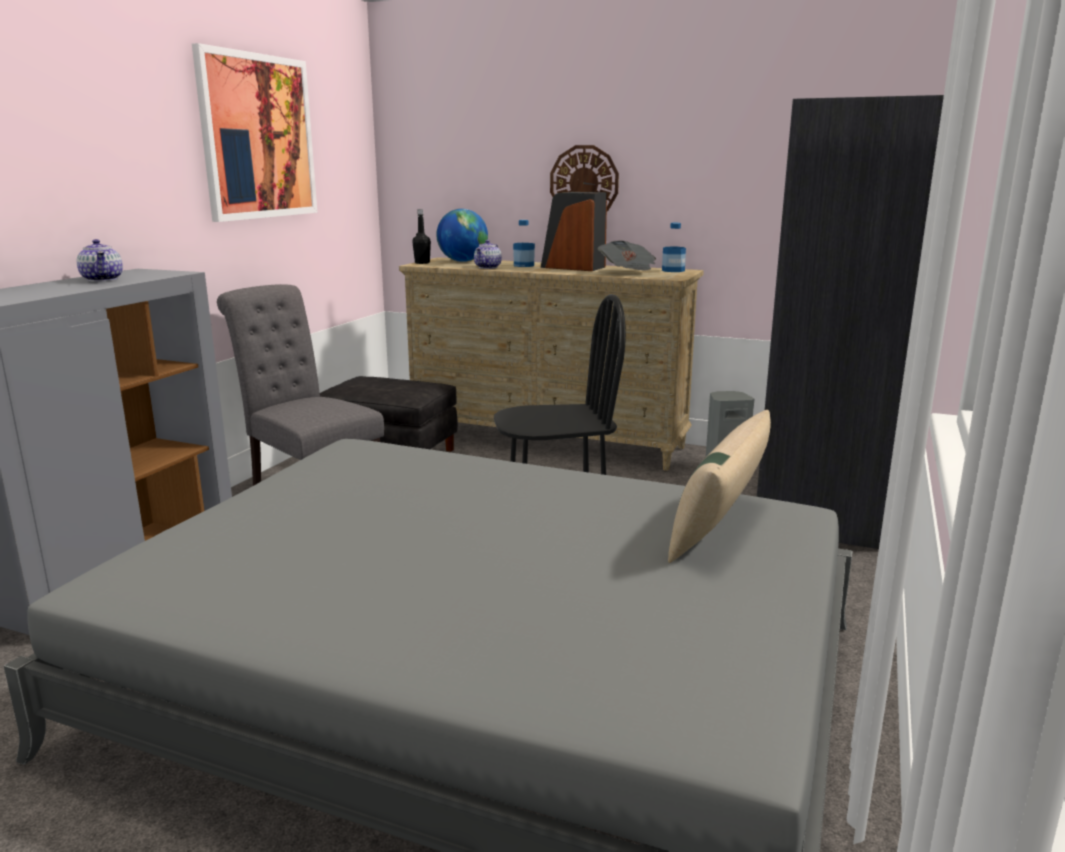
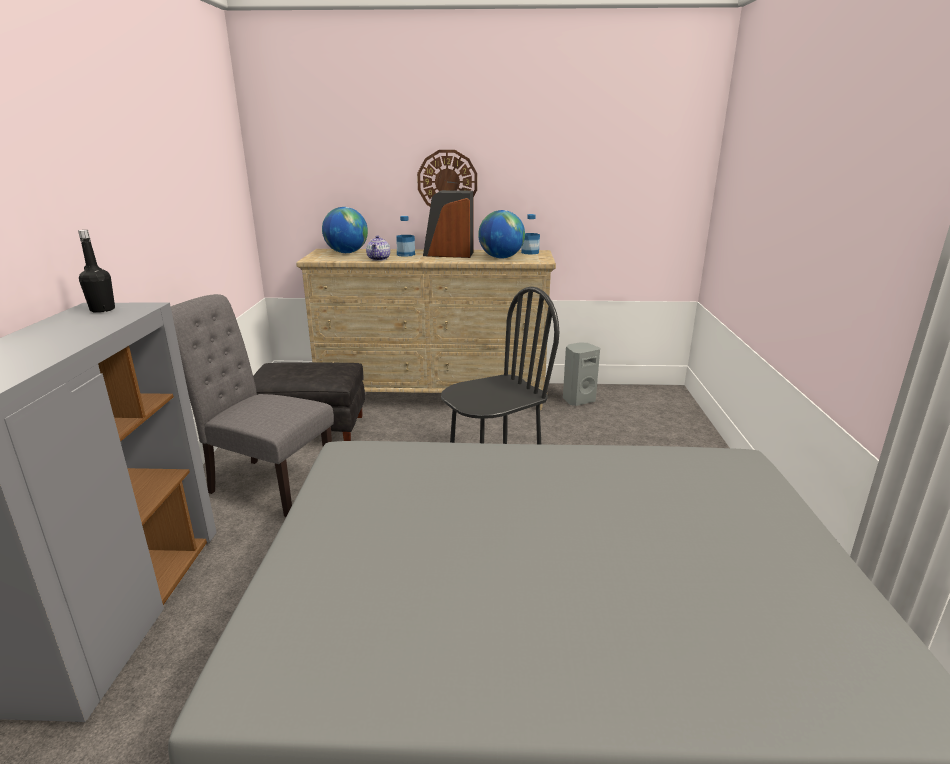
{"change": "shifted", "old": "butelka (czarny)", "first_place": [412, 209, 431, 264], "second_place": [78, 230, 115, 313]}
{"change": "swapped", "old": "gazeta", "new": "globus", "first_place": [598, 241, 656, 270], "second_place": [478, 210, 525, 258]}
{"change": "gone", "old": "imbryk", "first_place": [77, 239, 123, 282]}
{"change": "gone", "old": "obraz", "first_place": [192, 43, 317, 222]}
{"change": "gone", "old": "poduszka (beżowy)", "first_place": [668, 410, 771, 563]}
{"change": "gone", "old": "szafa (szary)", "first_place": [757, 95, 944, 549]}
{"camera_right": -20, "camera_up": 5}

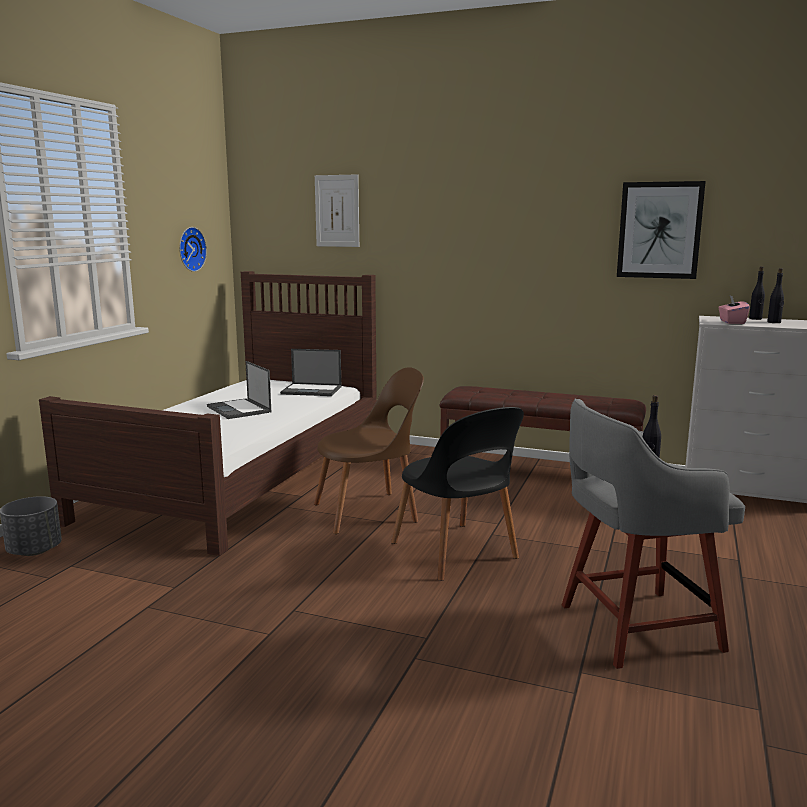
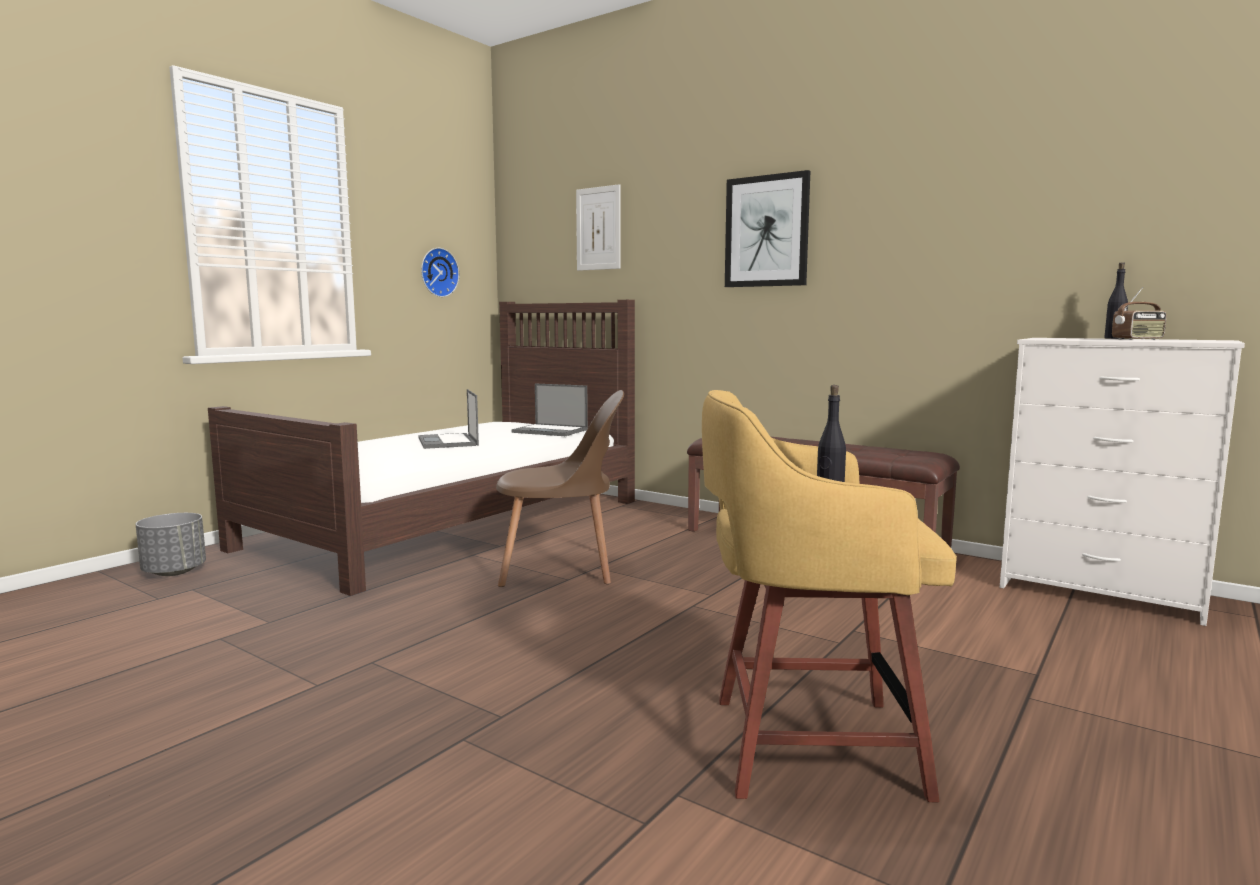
{"change": "repainted", "old": "stołek (szary)", "new": "stołek (żółty)", "first_place": [562, 398, 745, 669], "second_place": [702, 390, 957, 802]}
{"change": "shifted", "old": "obraz", "first_place": [617, 181, 706, 279], "second_place": [725, 170, 810, 287]}
{"change": "swapped", "old": "butelka (czarny)", "new": "radio", "first_place": [767, 268, 784, 323], "second_place": [1112, 287, 1167, 340]}
{"change": "gone", "old": "krzesło (czarny)", "first_place": [391, 407, 524, 581]}
{"change": "gone", "old": "pudełko chusteczek (różowy)", "first_place": [718, 296, 750, 324]}
{"camera_right": 15, "camera_up": -5}

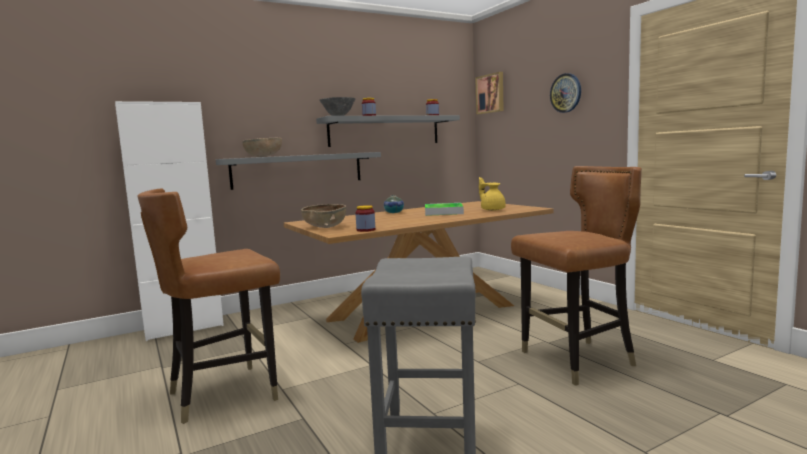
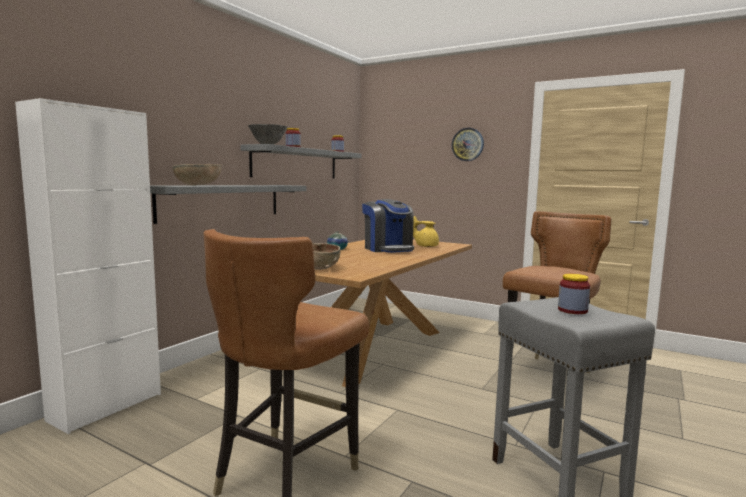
{"change": "swapped", "old": "taca", "new": "ekspres do kawy", "first_place": [425, 203, 464, 216], "second_place": [362, 199, 414, 253]}
{"change": "shifted", "old": "słoik", "first_place": [355, 205, 375, 232], "second_place": [558, 274, 590, 314]}
{"change": "gone", "old": "obraz", "first_place": [475, 72, 504, 114]}
{"camera_right": -30, "camera_up": 0}

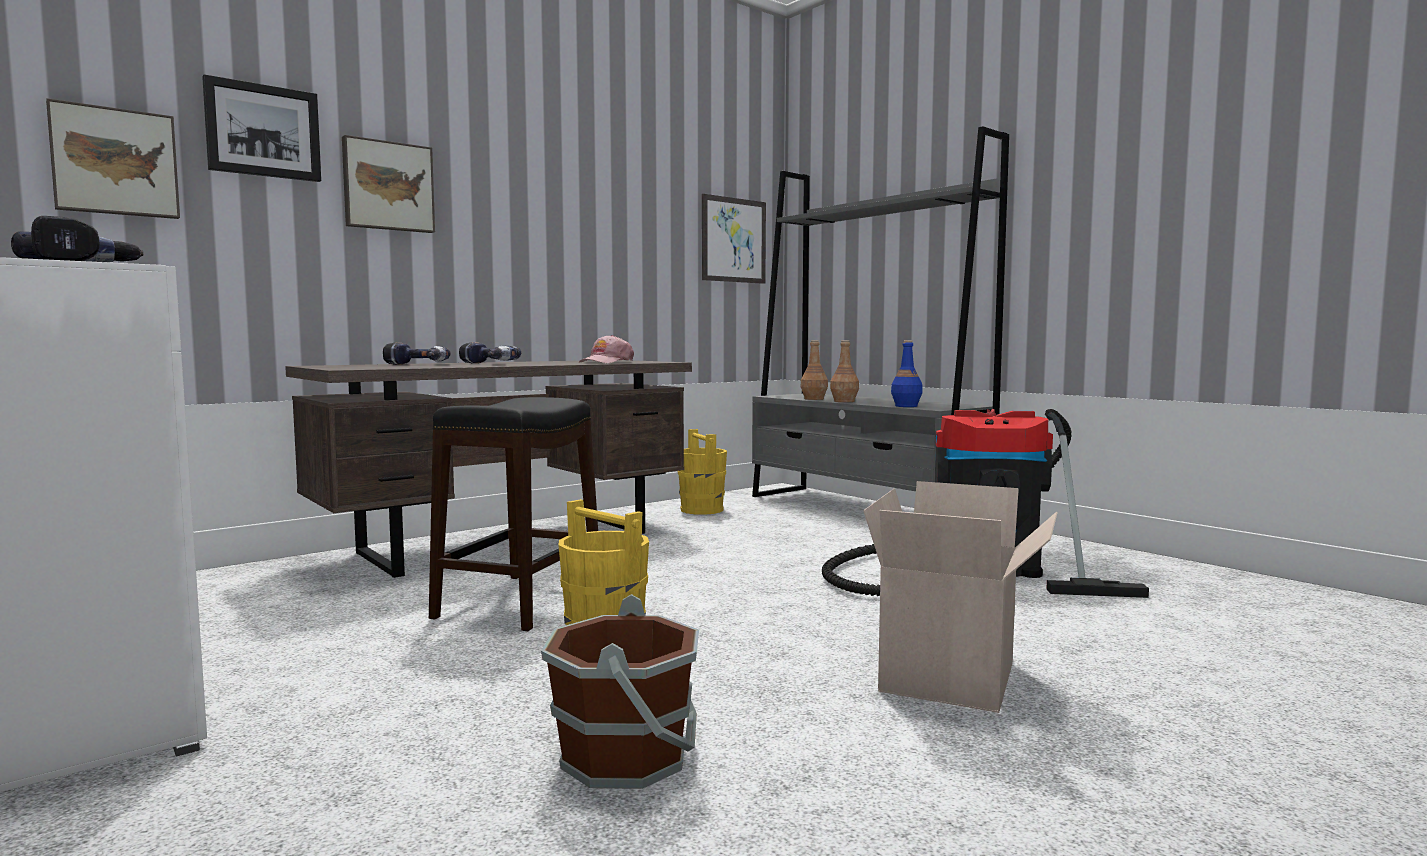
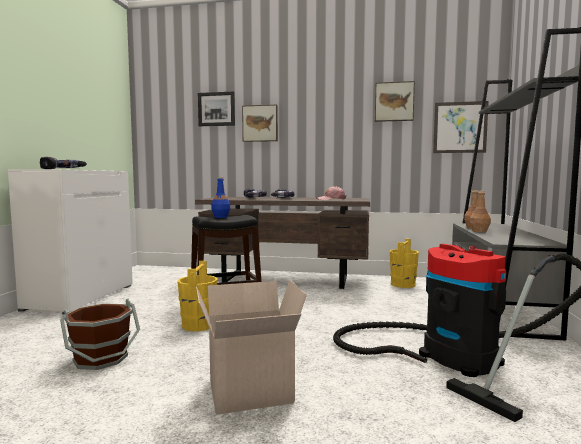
{"change": "shifted", "old": "butelka (niebieski)", "first_place": [891, 340, 923, 407], "second_place": [211, 177, 230, 218]}
{"change": "shifted", "old": "obraz", "first_place": [46, 98, 180, 219], "second_place": [375, 81, 415, 122]}
{"camera_right": 50, "camera_up": 0}

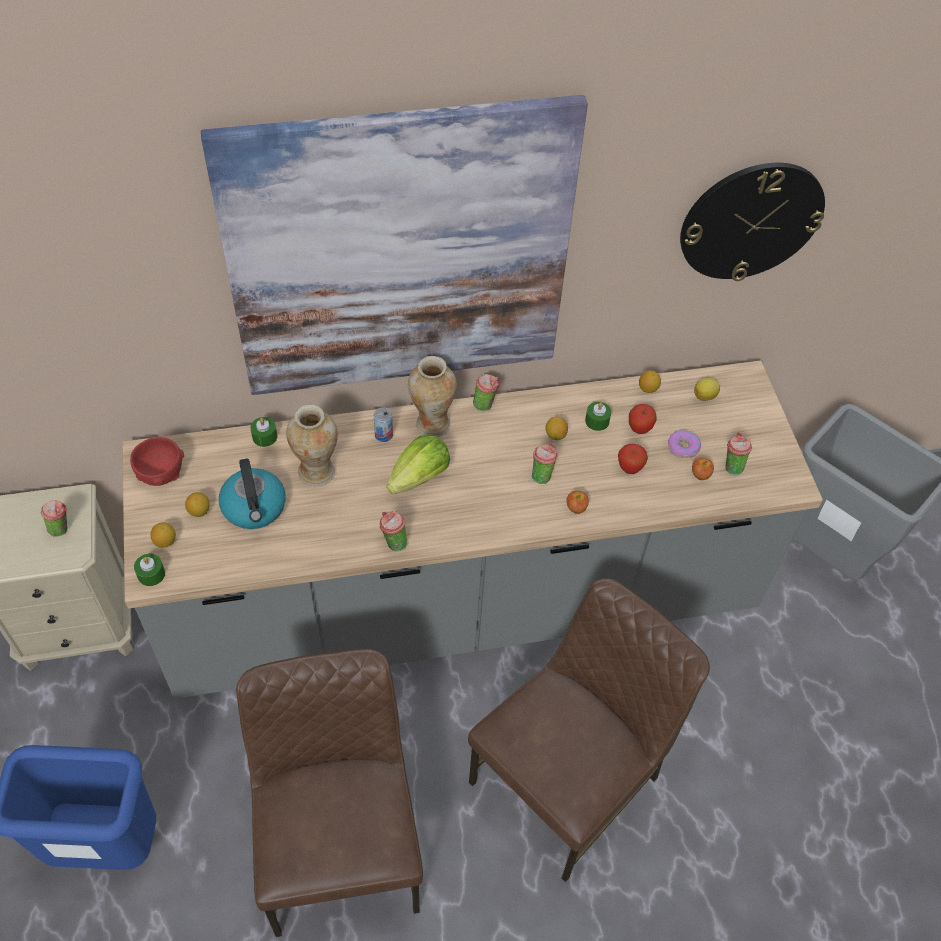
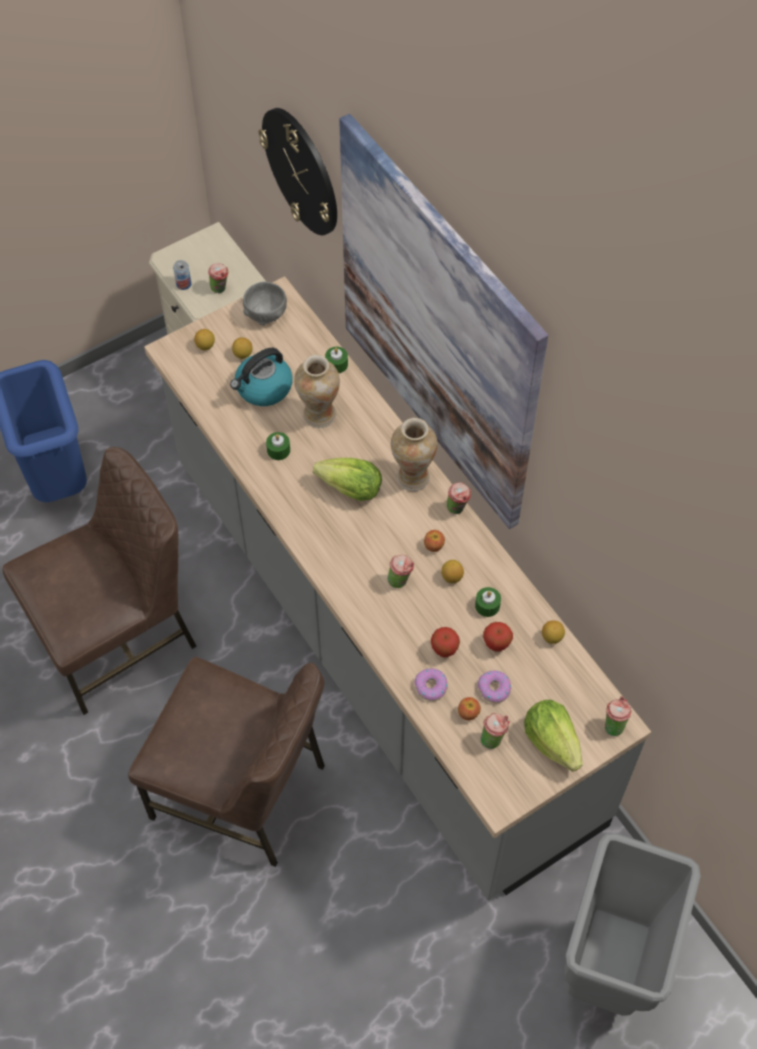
{"change": "shifted", "old": "puszka", "first_place": [374, 407, 393, 442], "second_place": [173, 260, 191, 290]}
{"change": "repainted", "old": "miska (czerwony)", "new": "miska (szary)", "first_place": [130, 437, 184, 486], "second_place": [243, 282, 287, 325]}
{"change": "shifted", "old": "zegar ścienny", "first_place": [680, 163, 825, 281], "second_place": [259, 108, 337, 235]}
{"change": "shifted", "old": "świeca (zielony)", "first_place": [134, 554, 165, 586], "second_place": [266, 432, 290, 460]}
{"change": "new", "new": "donut", "second_place": [414, 669, 448, 701]}
{"change": "shifted", "old": "jabłko", "first_place": [566, 491, 589, 514], "second_place": [424, 530, 445, 552]}
{"change": "new", "new": "sałata", "second_place": [524, 700, 583, 772]}
{"change": "shifted", "old": "filiżanka", "first_place": [380, 511, 407, 551], "second_place": [605, 696, 631, 737]}
{"change": "gone", "old": "cytryna", "first_place": [694, 378, 720, 401]}
{"camera_right": 70, "camera_up": 5}

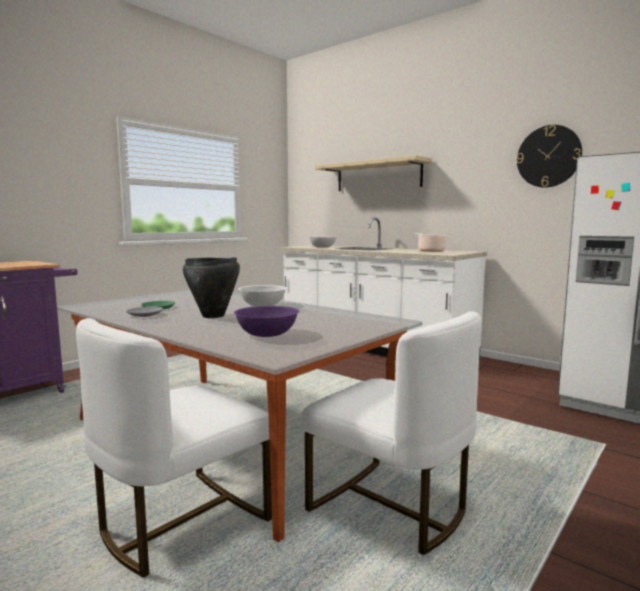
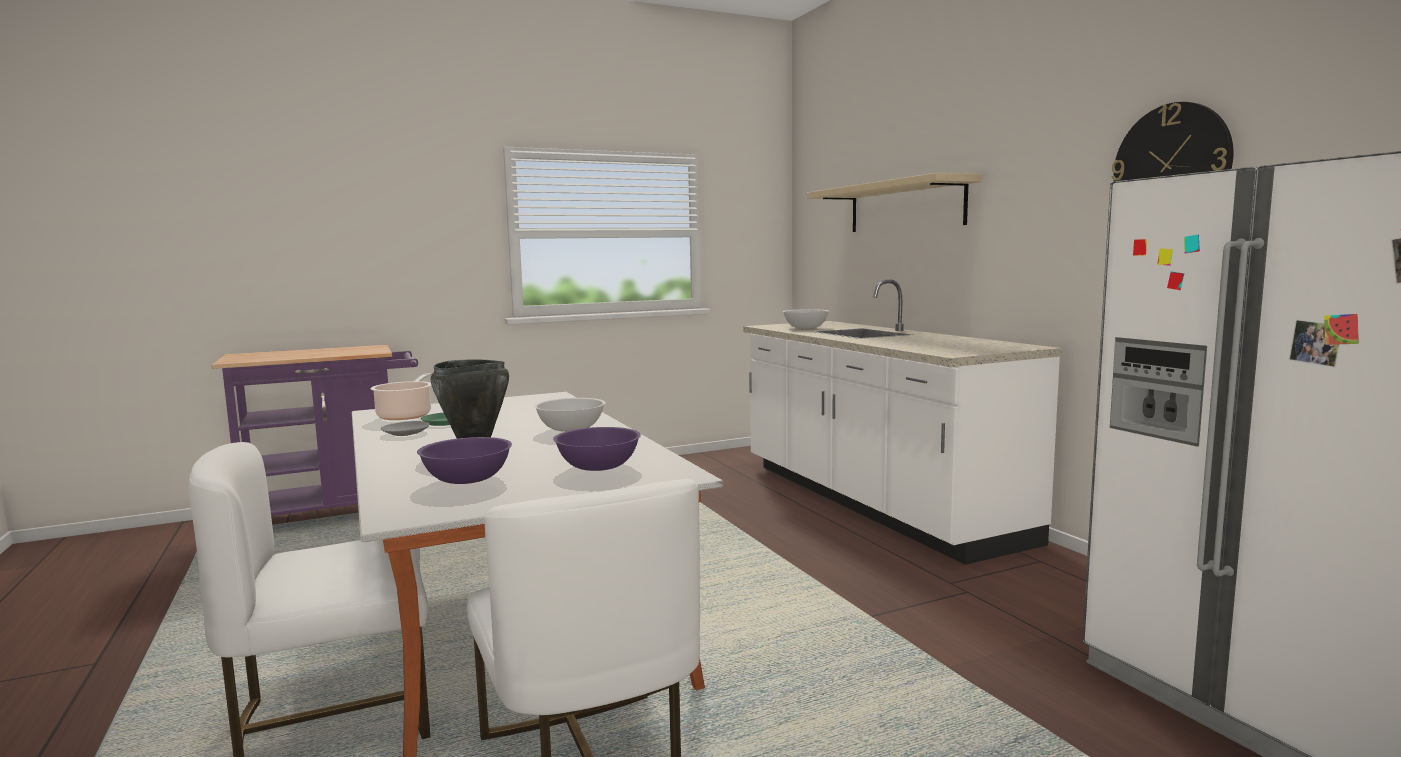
{"change": "shifted", "old": "garnek", "first_place": [414, 233, 448, 252], "second_place": [371, 373, 432, 420]}
{"change": "new", "new": "miska (fioletowy)", "second_place": [553, 427, 641, 471]}
{"camera_right": 25, "camera_up": 0}

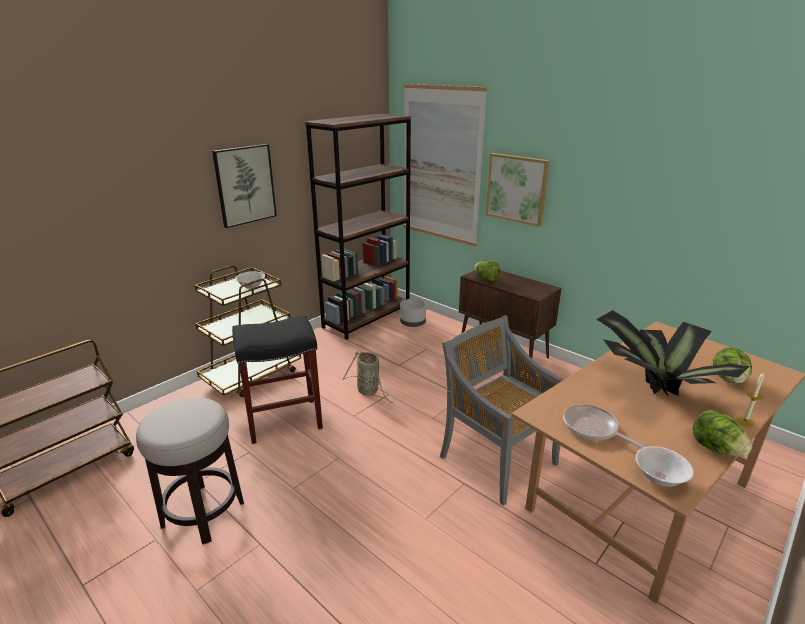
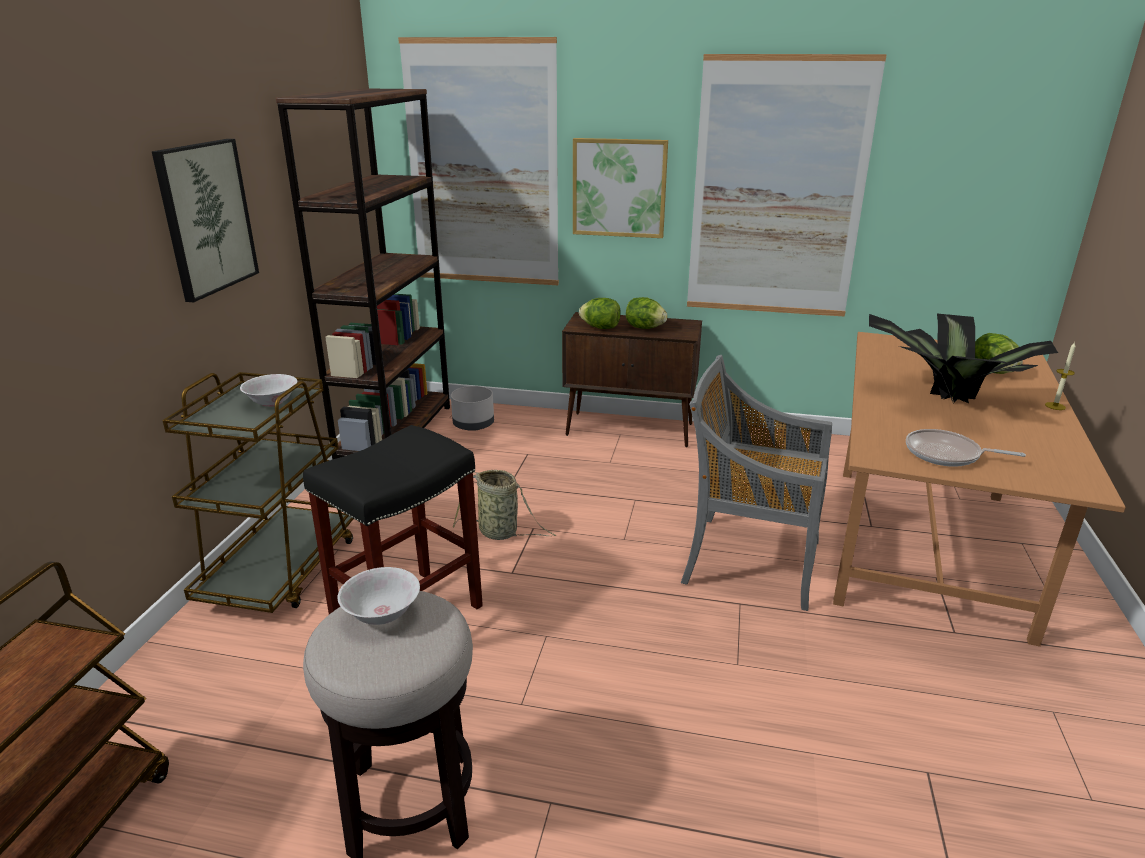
{"change": "shifted", "old": "miska (biały)", "first_place": [636, 446, 694, 487], "second_place": [338, 567, 420, 625]}
{"change": "shifted", "old": "sałata", "first_place": [692, 410, 752, 457], "second_place": [626, 297, 668, 329]}
{"change": "new", "new": "obraz", "second_place": [687, 54, 887, 317]}
{"camera_right": -30, "camera_up": 0}

